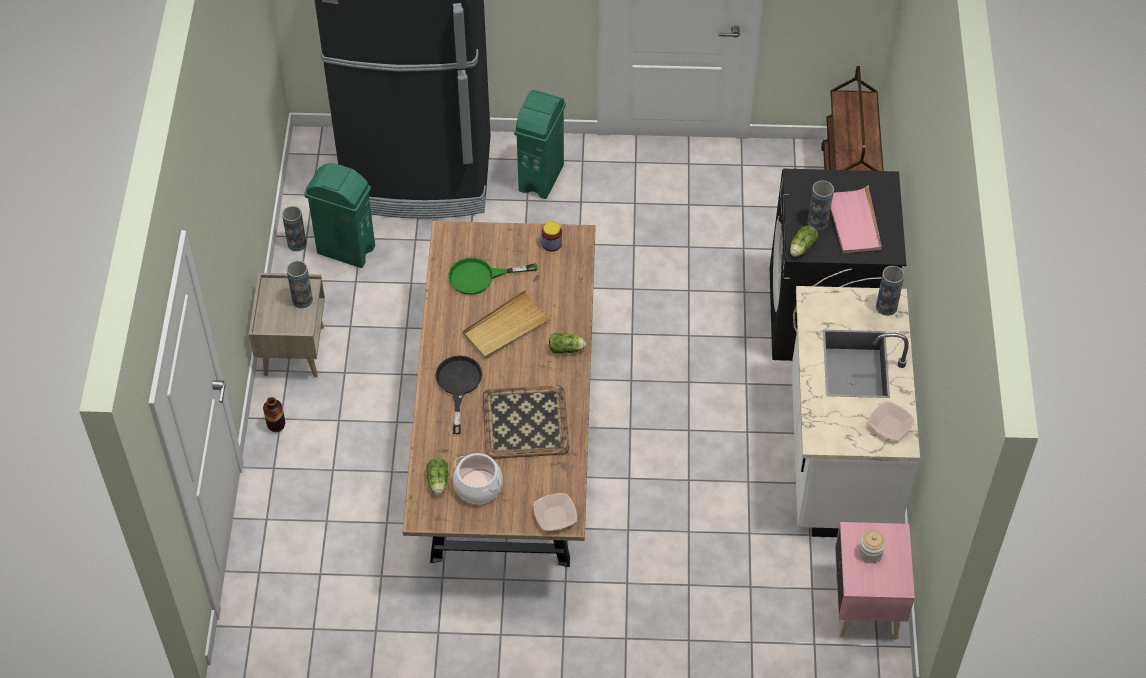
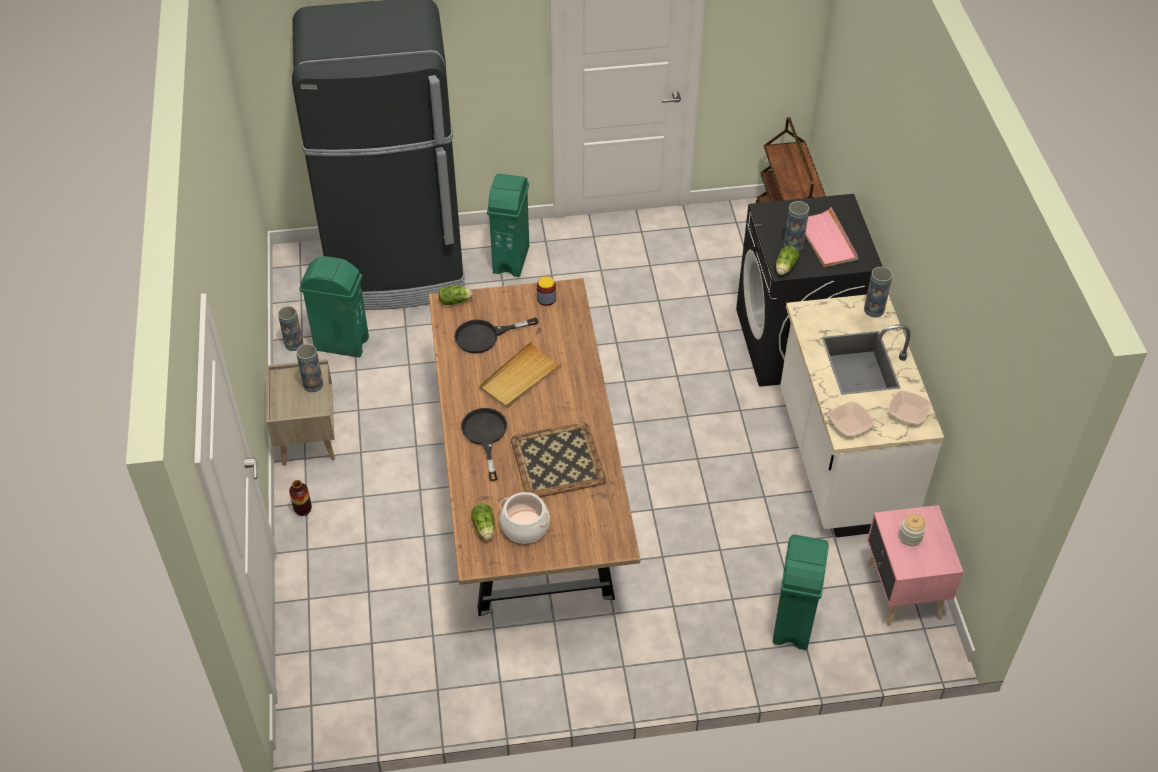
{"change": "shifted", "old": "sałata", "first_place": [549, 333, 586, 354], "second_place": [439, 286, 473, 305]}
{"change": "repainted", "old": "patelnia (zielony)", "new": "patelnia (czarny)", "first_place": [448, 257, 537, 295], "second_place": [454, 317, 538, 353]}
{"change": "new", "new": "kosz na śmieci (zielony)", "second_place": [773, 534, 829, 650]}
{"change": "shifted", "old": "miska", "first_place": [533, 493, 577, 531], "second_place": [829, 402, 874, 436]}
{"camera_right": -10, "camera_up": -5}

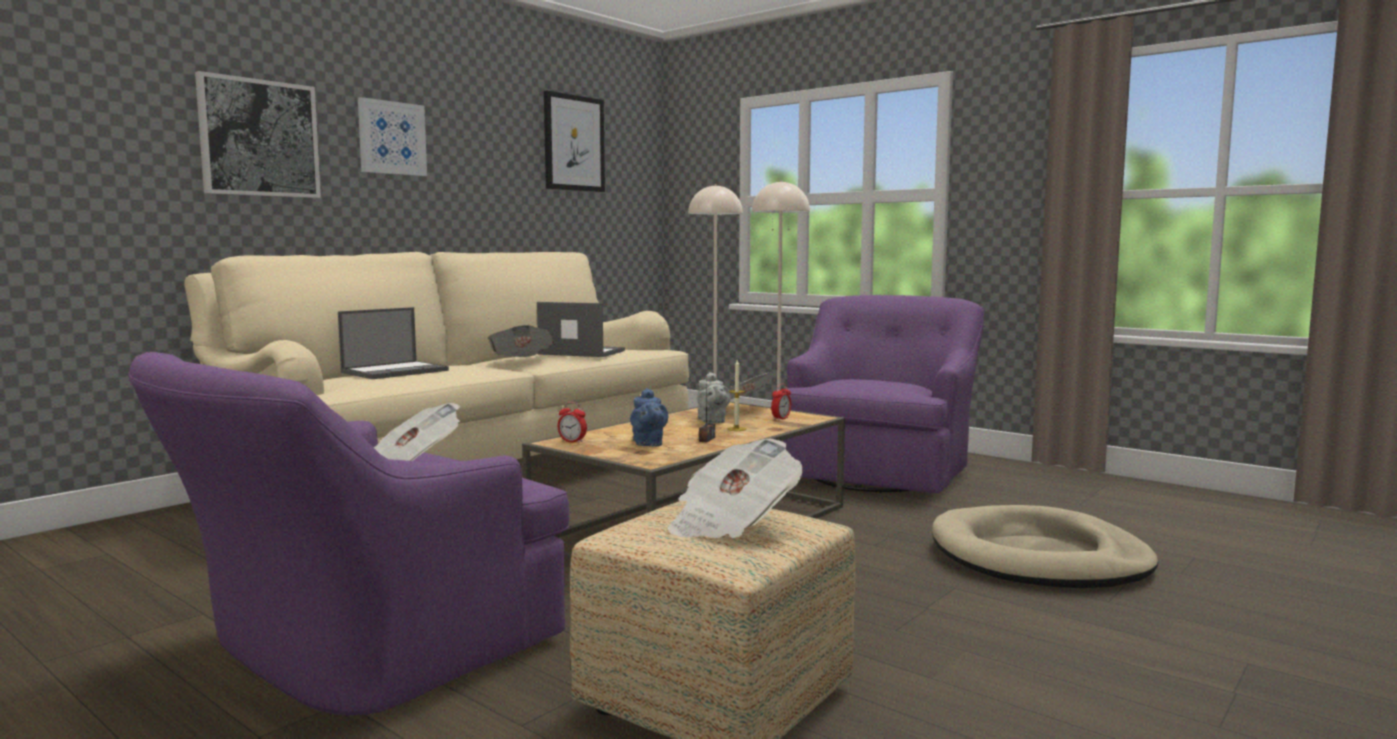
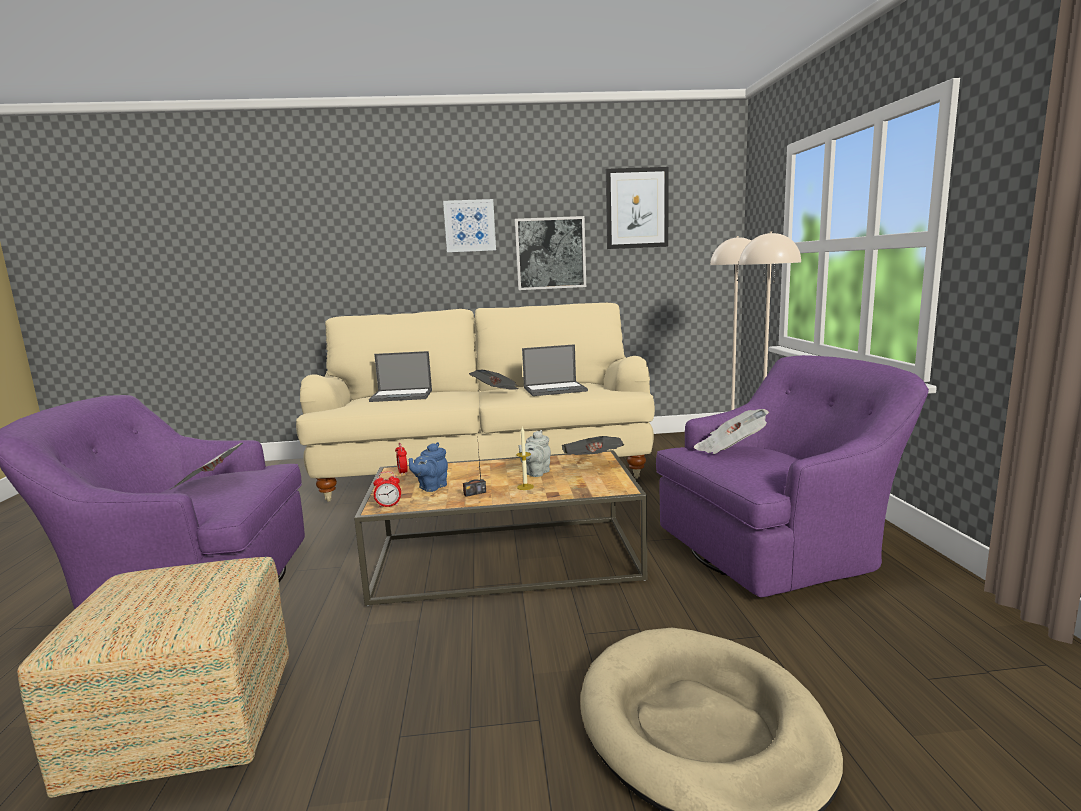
{"change": "shifted", "old": "budzik", "first_place": [771, 384, 791, 421], "second_place": [373, 472, 401, 508]}
{"change": "shifted", "old": "obraz", "first_place": [195, 71, 321, 198], "second_place": [515, 216, 586, 290]}
{"change": "rotated", "old": "laptop", "first_place": [537, 302, 625, 357], "second_place": [522, 344, 588, 396], "degrees": 105}
{"change": "shifted", "old": "gazeta", "first_place": [667, 439, 803, 538], "second_place": [694, 409, 769, 454]}
{"camera_right": 45, "camera_up": 5}

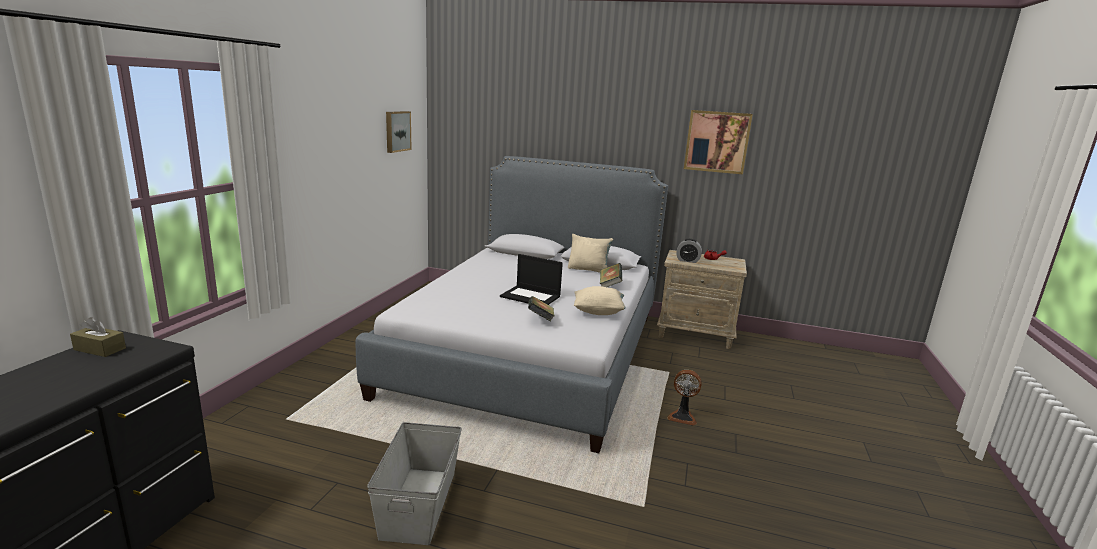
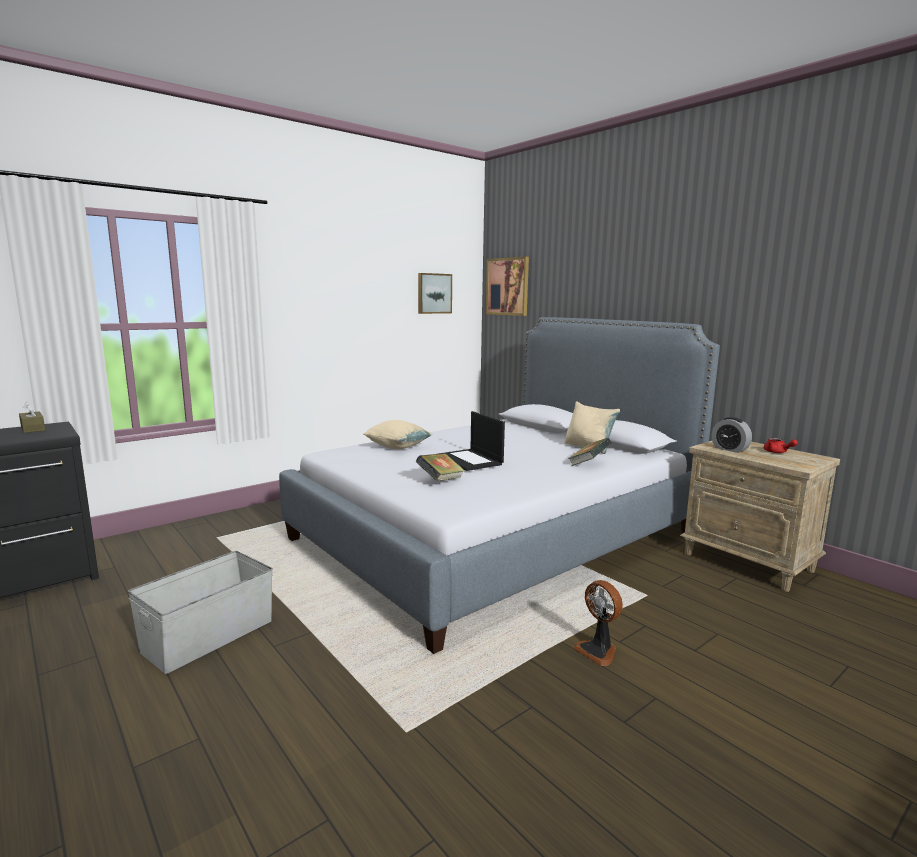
{"change": "shifted", "old": "poduszka (beżowy)", "first_place": [574, 286, 626, 315], "second_place": [364, 420, 433, 449]}
{"change": "shifted", "old": "obraz", "first_place": [684, 110, 753, 175], "second_place": [486, 257, 529, 316]}
{"camera_right": 35, "camera_up": -5}

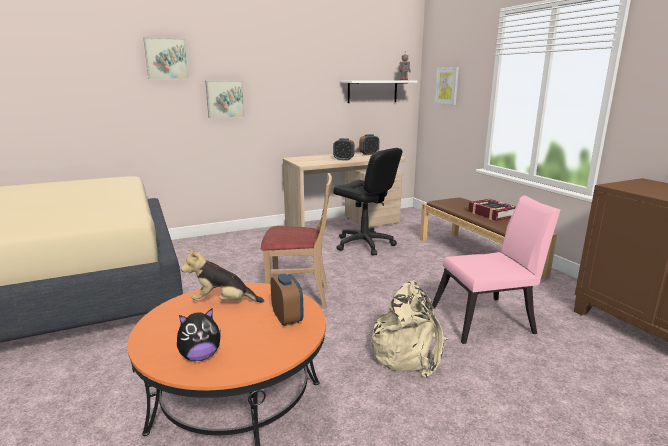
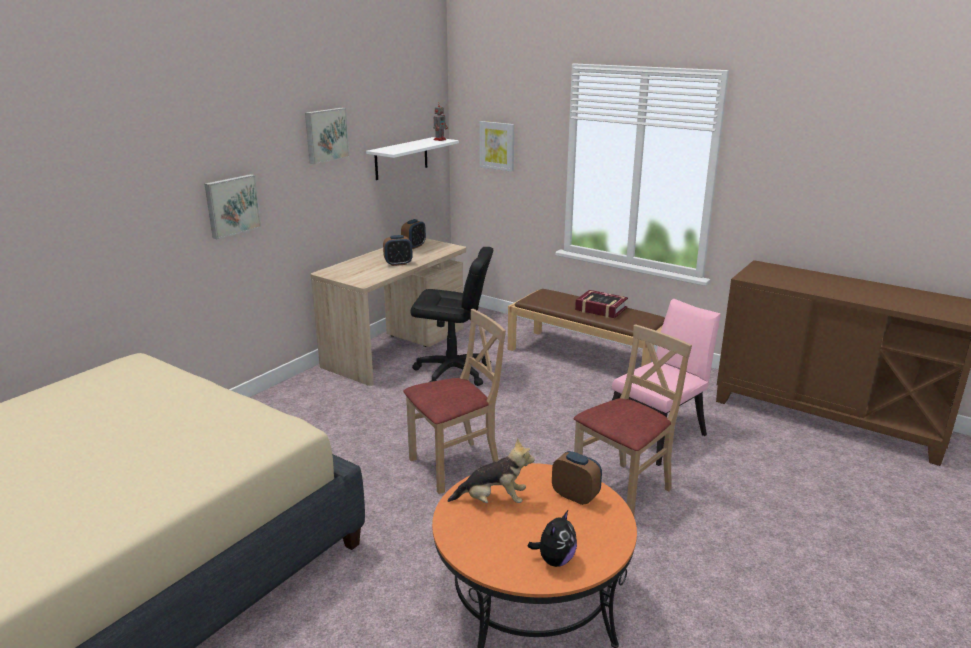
{"change": "shifted", "old": "obraz", "first_place": [143, 37, 189, 79], "second_place": [305, 108, 350, 164]}
{"change": "rotated", "old": "pluszak", "first_place": [181, 248, 264, 303], "second_place": [448, 438, 535, 503], "degrees": -150}
{"change": "swapped", "old": "plecak (beżowy)", "new": "krzesło (beżowy)", "first_place": [371, 280, 449, 378], "second_place": [574, 325, 692, 516]}
{"camera_right": -30, "camera_up": 5}

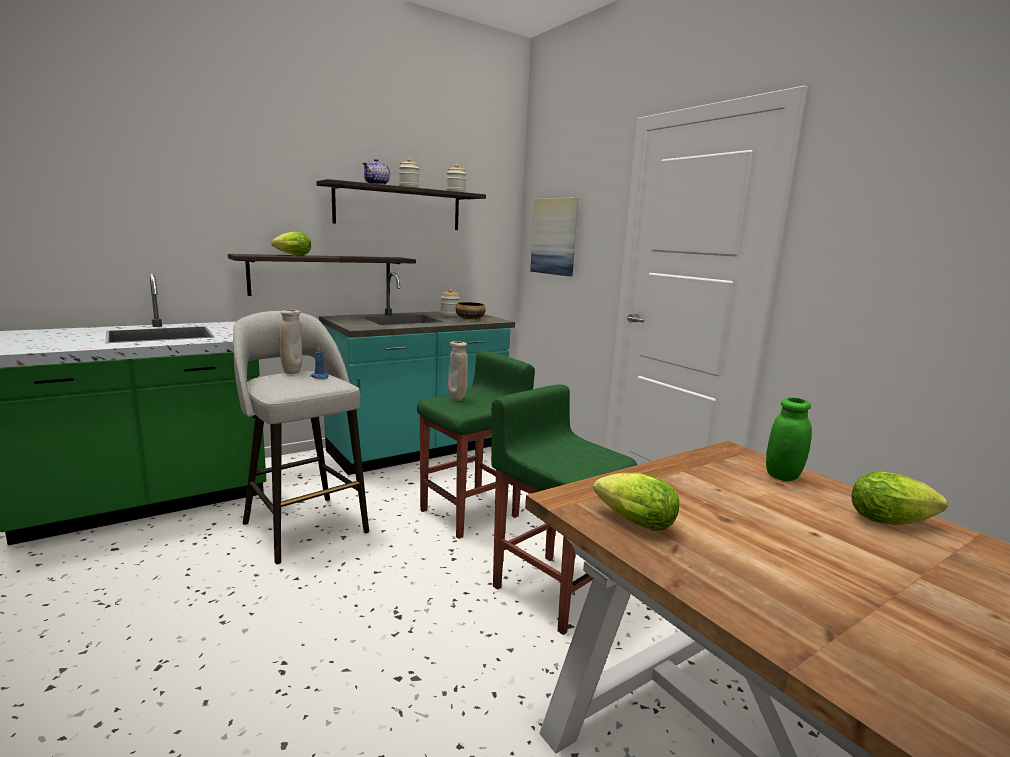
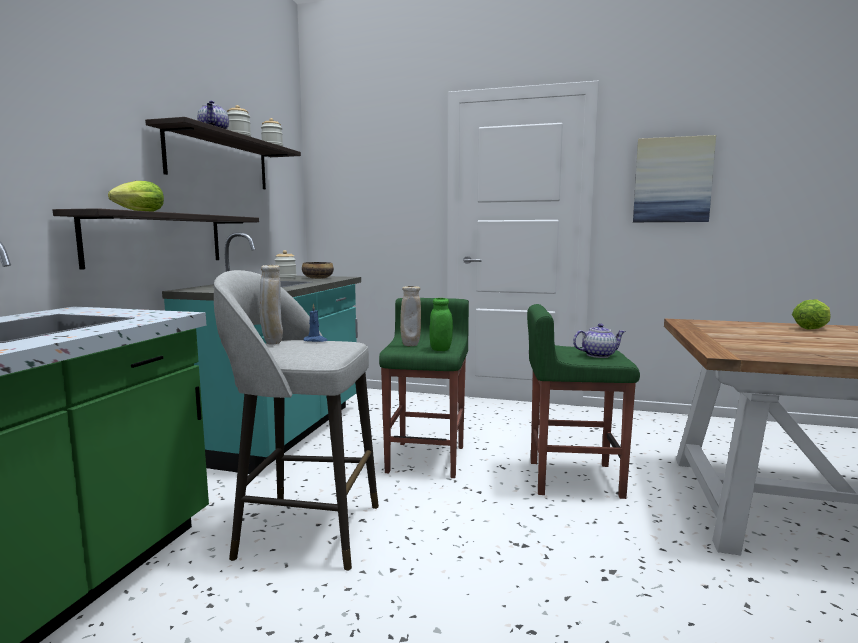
{"change": "shifted", "old": "słoik (zielony)", "first_place": [766, 397, 812, 481], "second_place": [429, 298, 453, 351]}
{"change": "new", "new": "imbryk", "second_place": [573, 323, 626, 358]}
{"change": "shifted", "old": "obraz", "first_place": [530, 197, 578, 276], "second_place": [633, 135, 716, 222]}
{"change": "gone", "old": "sałata", "first_place": [594, 473, 679, 531]}
{"camera_right": -40, "camera_up": -5}

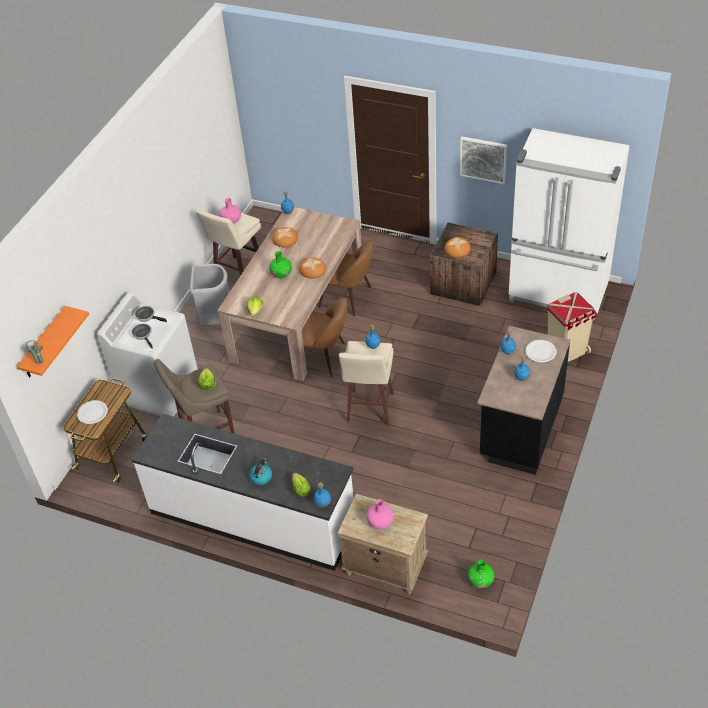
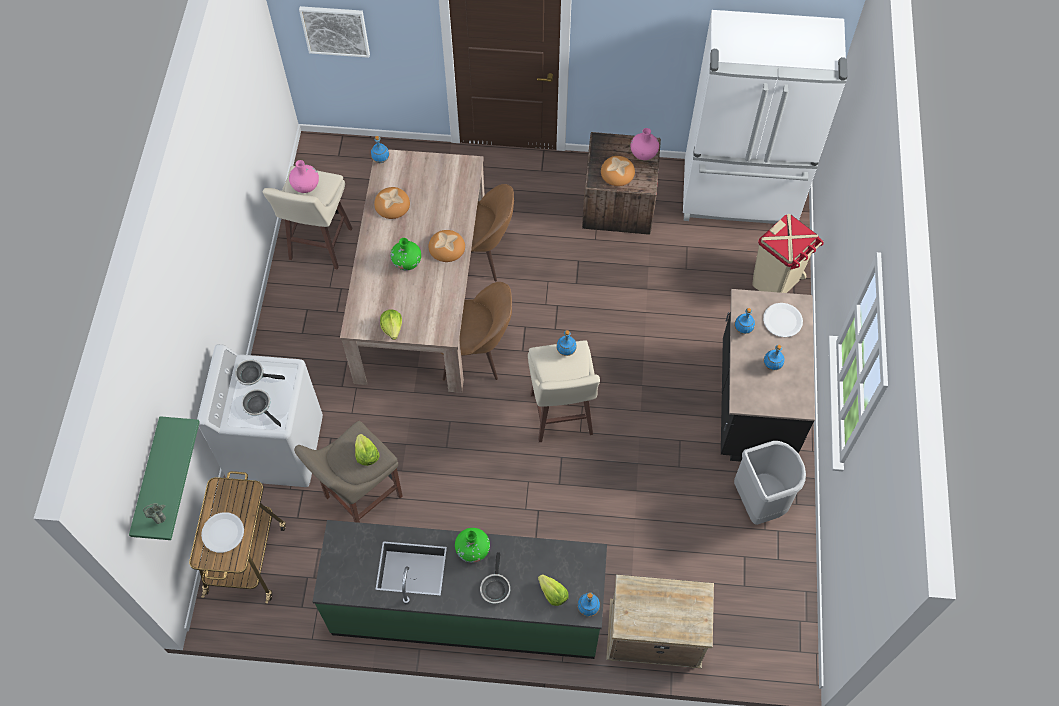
{"change": "repainted", "old": "półka (pomarańczowy)", "new": "półka (zielony)", "first_place": [16, 306, 89, 378], "second_place": [129, 416, 200, 540]}
{"change": "shifted", "old": "obraz", "first_place": [460, 137, 507, 184], "second_place": [299, 6, 370, 58]}
{"change": "repainted", "old": "zabudowa kuchenna (biały)", "new": "zabudowa kuchenna (zielony)", "first_place": [132, 413, 354, 571], "second_place": [313, 520, 607, 659]}
{"change": "shifted", "old": "wazon (zielony)", "first_place": [468, 560, 494, 589], "second_place": [455, 528, 490, 563]}
{"change": "swapped", "old": "czajnik", "new": "patelnia", "first_place": [249, 458, 272, 485], "second_place": [480, 552, 510, 604]}
{"change": "shifted", "old": "wazon (różowy)", "first_place": [366, 499, 394, 530], "second_place": [631, 128, 659, 160]}
{"change": "shifted", "old": "kosz na śmieci (szary)", "first_place": [189, 264, 229, 325], "second_place": [734, 441, 806, 525]}
{"camera_right": -20, "camera_up": 15}

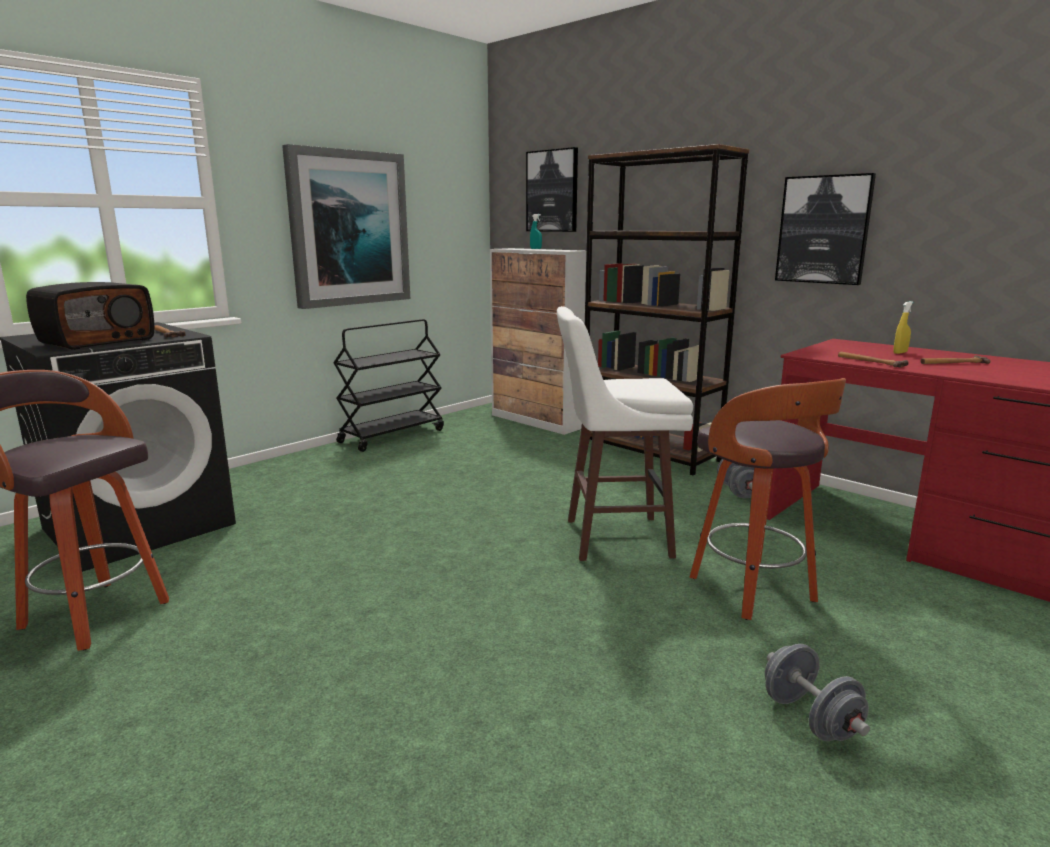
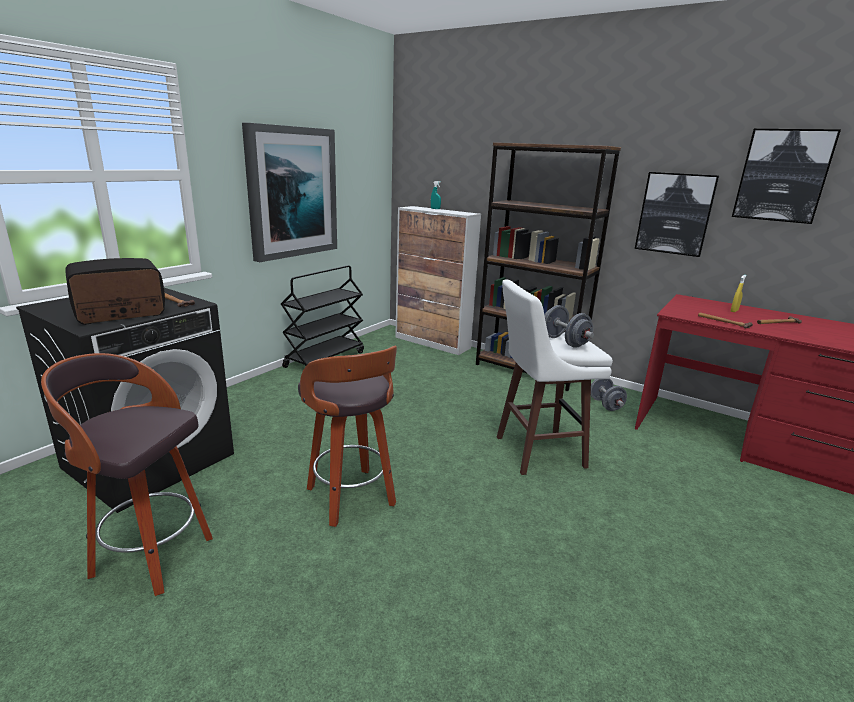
{"change": "rotated", "old": "radio", "first_place": [26, 282, 154, 350], "second_place": [66, 258, 165, 325], "degrees": -150}
{"change": "shifted", "old": "stołek", "first_place": [689, 378, 846, 620], "second_place": [298, 346, 397, 527]}
{"change": "shifted", "old": "hantel (szary)", "first_place": [765, 644, 870, 741], "second_place": [544, 305, 594, 348]}
{"change": "shifted", "old": "obraz", "first_place": [526, 147, 578, 232], "second_place": [732, 129, 841, 224]}
{"camera_right": -10, "camera_up": 5}

